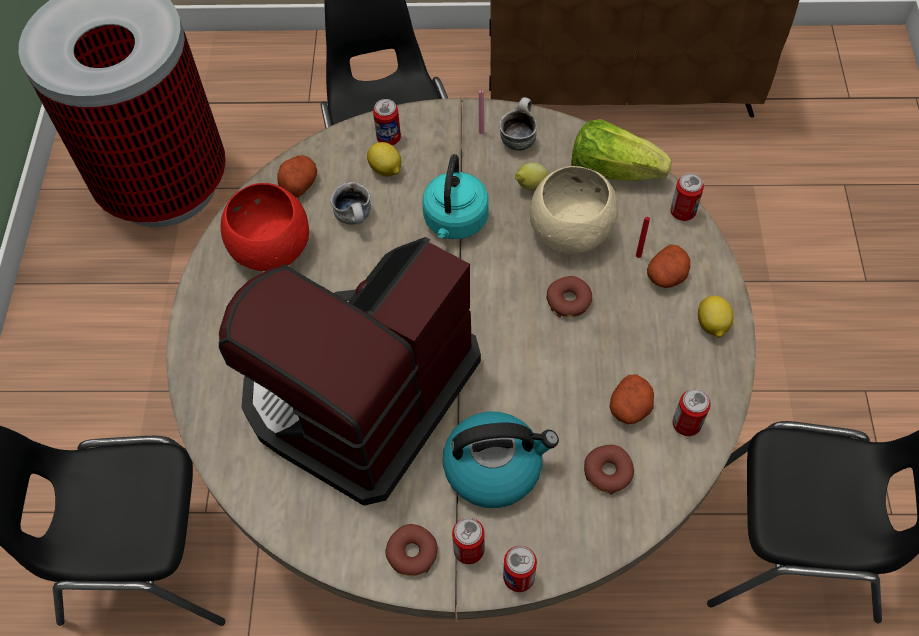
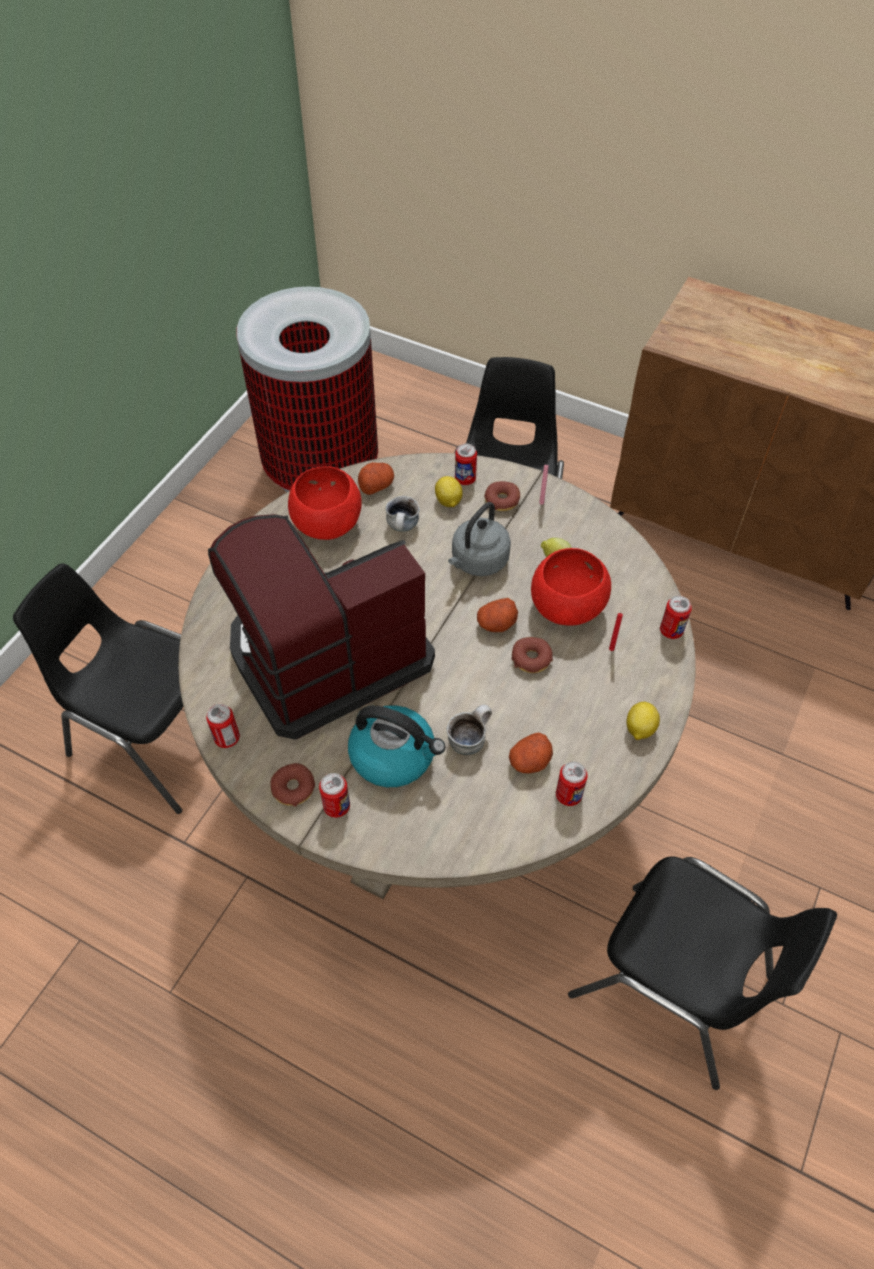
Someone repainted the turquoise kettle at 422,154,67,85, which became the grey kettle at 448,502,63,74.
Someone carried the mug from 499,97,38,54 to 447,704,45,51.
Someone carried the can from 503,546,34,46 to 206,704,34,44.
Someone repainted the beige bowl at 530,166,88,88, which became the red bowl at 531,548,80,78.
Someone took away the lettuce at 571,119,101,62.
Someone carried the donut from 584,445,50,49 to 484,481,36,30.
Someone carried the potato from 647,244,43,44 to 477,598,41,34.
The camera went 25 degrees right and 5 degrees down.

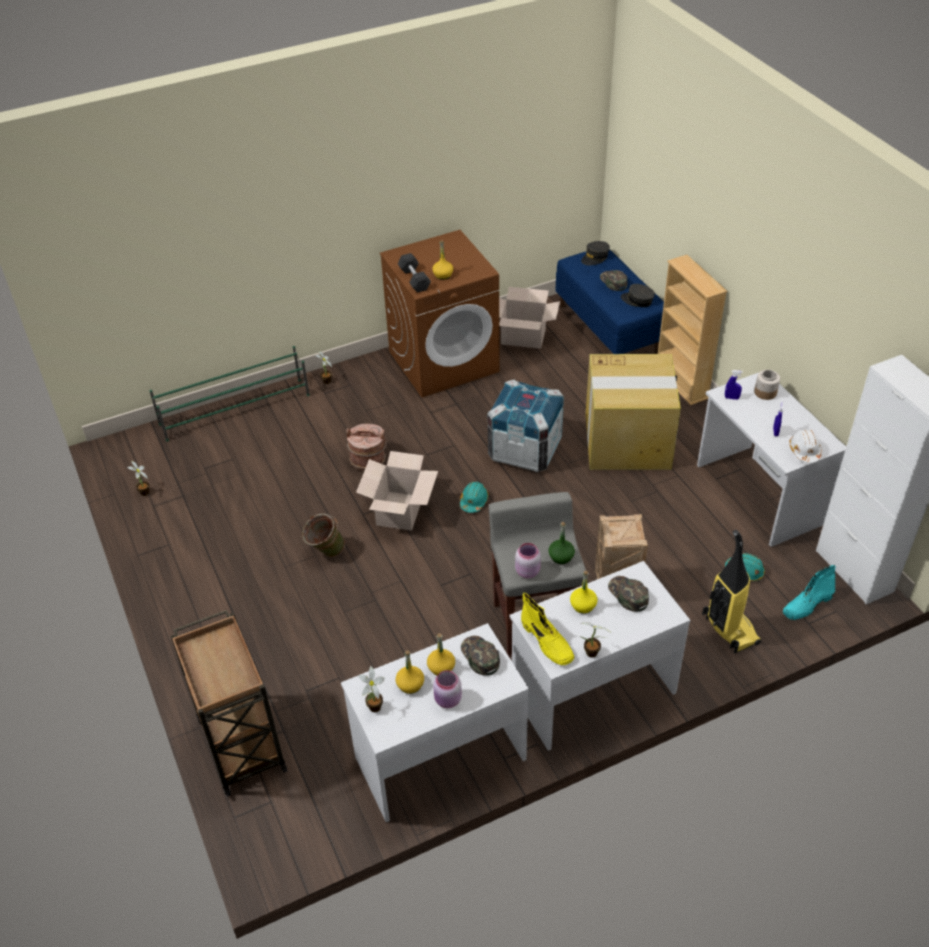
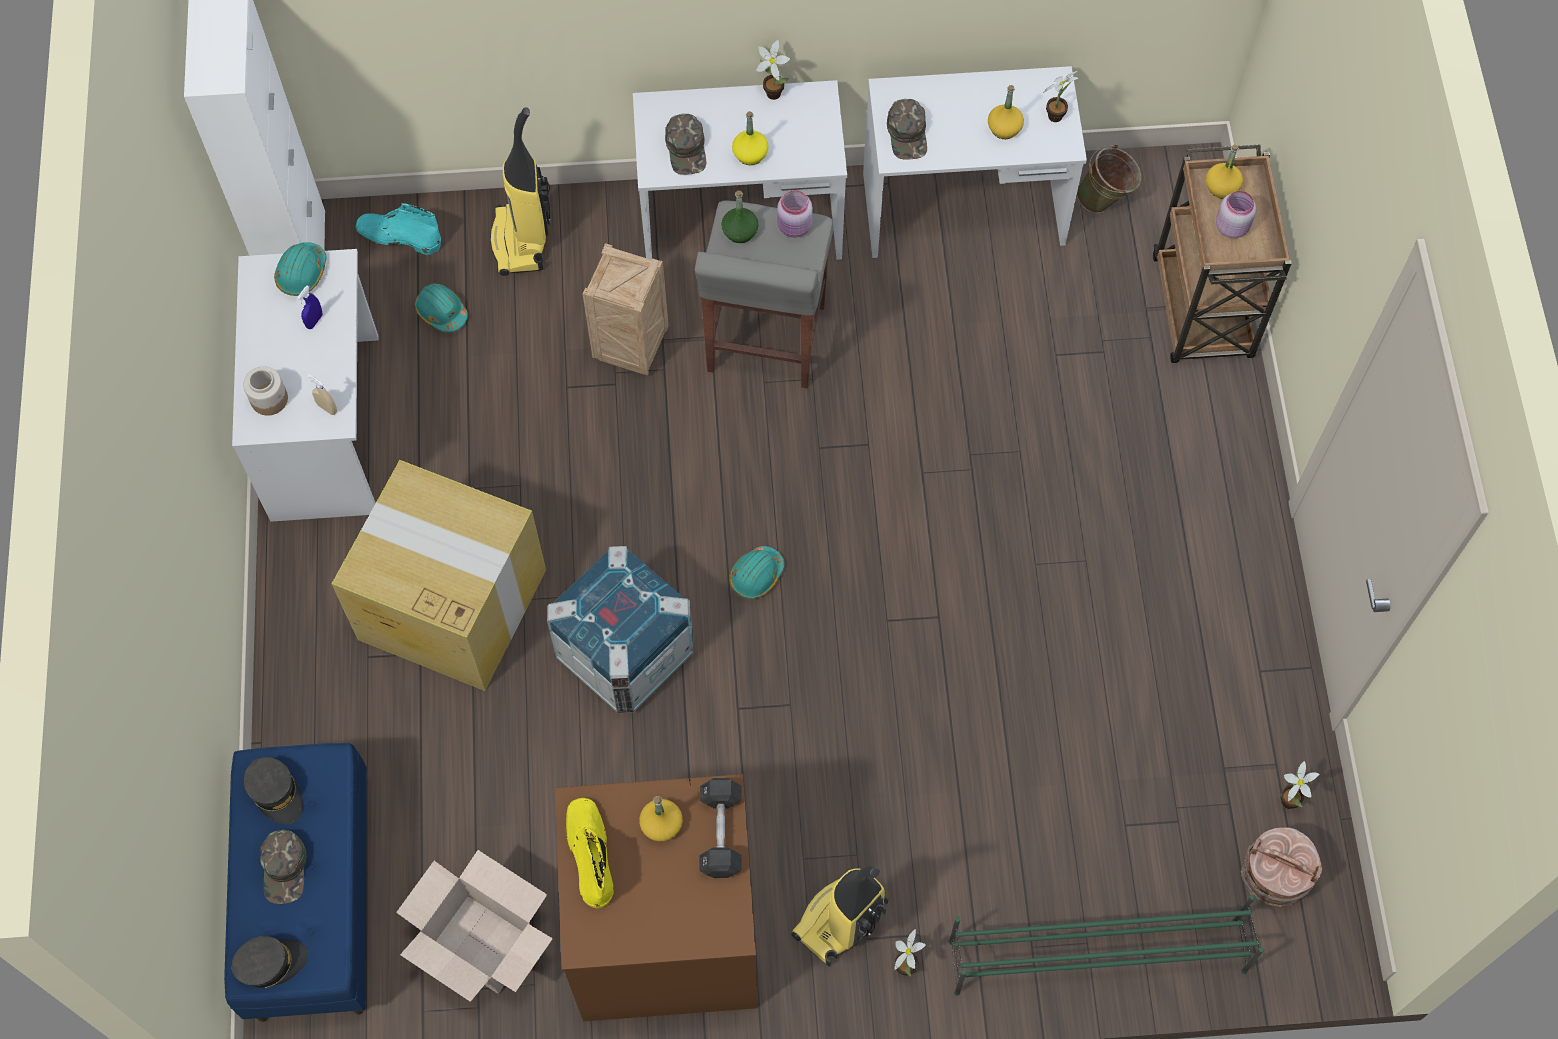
Someone carried the green bucket from 302,514,43,43 to 1077,144,64,69.
Someone carried the brown bucket from 346,424,41,47 to 1241,827,81,80.
Someone took away the cardboard box at 356,451,82,80.
Someone carried the yellow bottle from 427,633,28,43 to 1206,145,37,54.
Someone carried the pink jar from 433,670,29,38 to 1216,191,40,47.
Someone carried the yellow boot from 521,593,53,73 to 565,798,49,111.
Someone took away the beige bookcase at 658,255,69,150.
Someone repainted the blue spray bottle at 725,370,18,30, which became the beige spray bottle at 308,374,29,41.
Someone rotated the turquoise boot at 783,565,52,55 by 150 degrees counterclockwise.
Someone repainted the white hard hat at 789,429,32,34, which became the turquoise hard hat at 274,242,53,54.
Someone put down the vacuum cleaner at 791,866,97,101.
The camera went 160 degrees left and 20 degrees up.

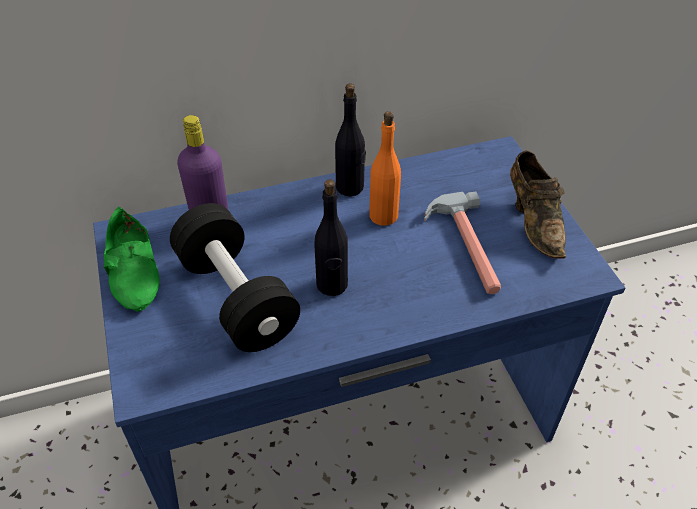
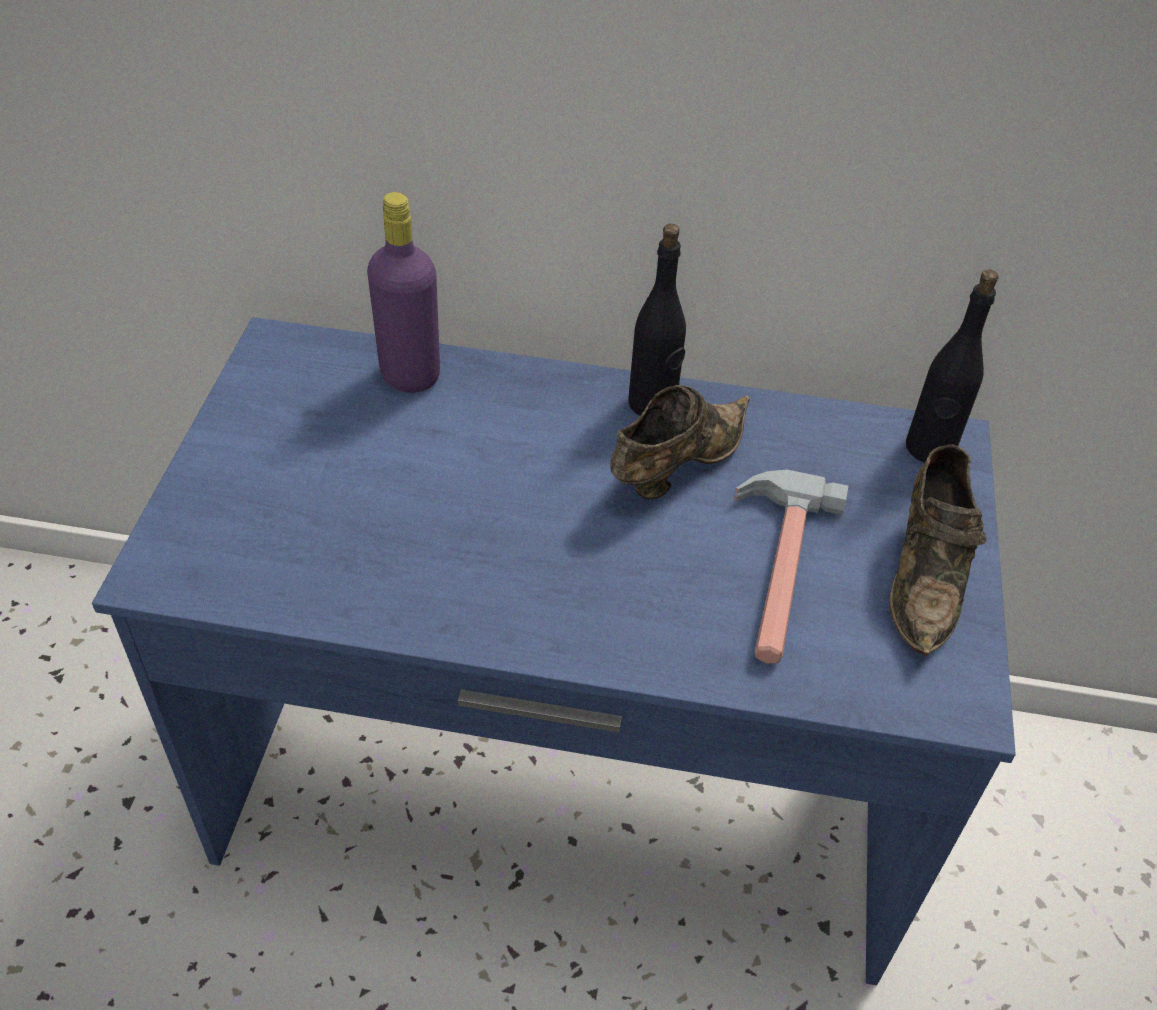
Someone took away the green shoe at 104,207,56,105.
Someone took away the black dumbbell at 170,203,130,149.
Someone carried the black bottle from 314,179,34,117 to 906,269,93,194.
Someone swapped the orange bottle at 369,111,32,115 for the brown shoe at 610,385,140,114.
The camera went 25 degrees right and 0 degrees up.

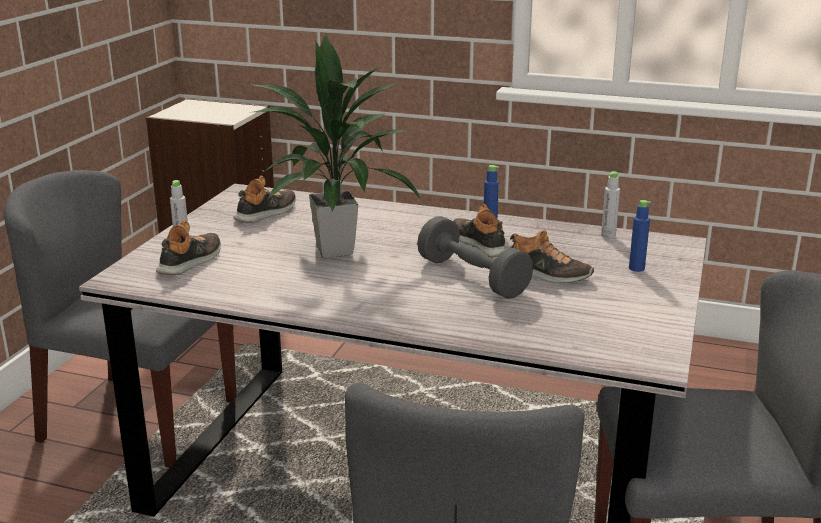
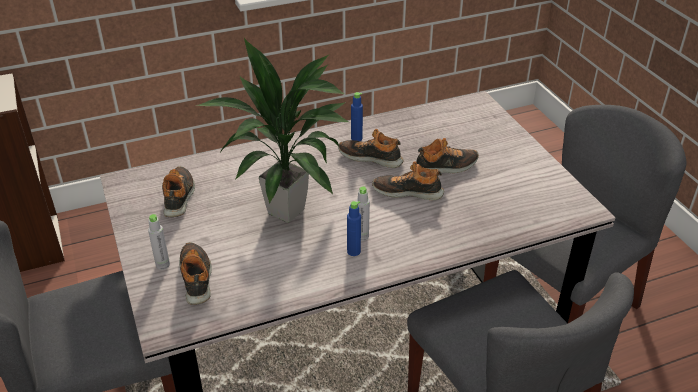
Someone swapped the grey dumbbell at 417,216,116,83 for the shoe at 372,161,72,39.
Someone carried the grey bottle from 601,171,19,67 to 356,187,14,54.
Someone carried the blue bottle from 629,200,22,72 to 347,201,14,55.
The camera went 40 degrees left and 15 degrees up.

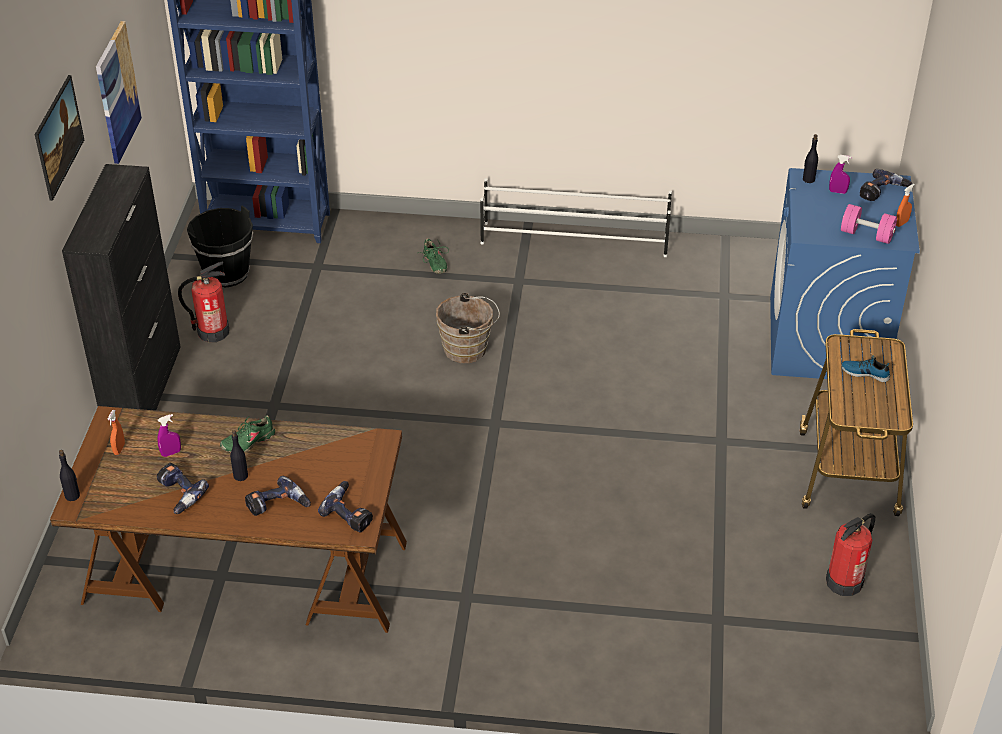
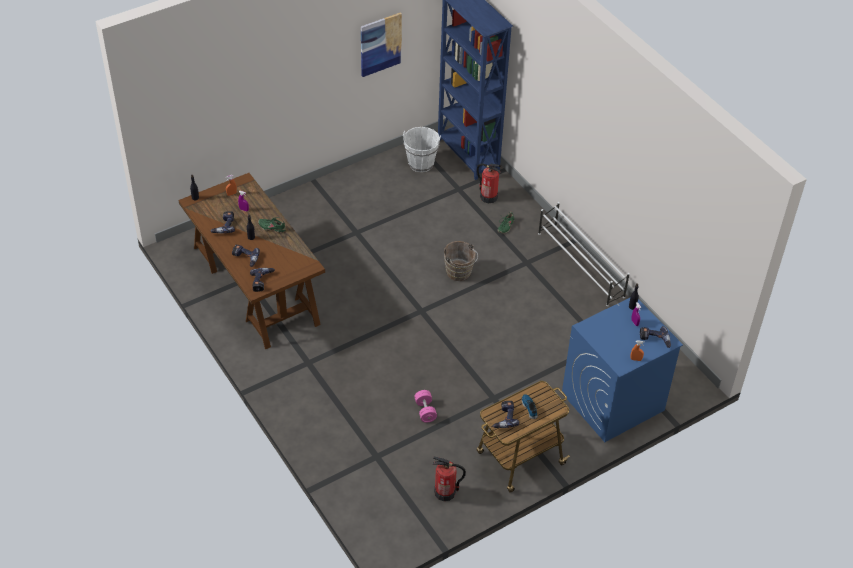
Someone took away the picture at 35,75,49,126.
Someone took away the black cabinet at 62,164,119,247.
Someone carried the fire extinguisher from 178,261,51,81 to 477,164,24,39.
Someone repainted the black bucket at 187,205,66,82, which became the white bucket at 403,127,38,45.
Someone carried the pink dumbbell from 841,204,56,40 to 415,390,22,33.
Someone put down the power drill at 492,401,27,27.
The camera went 50 degrees right and 5 degrees up.

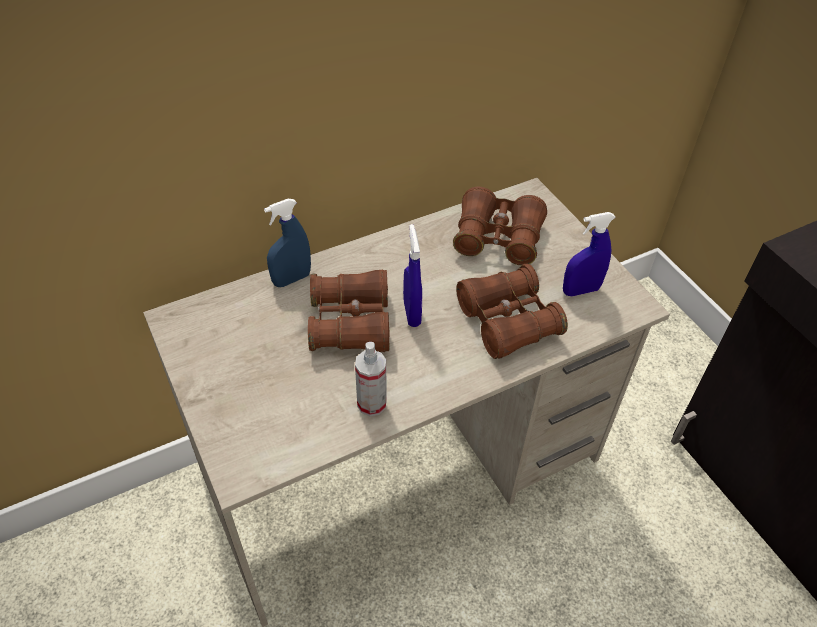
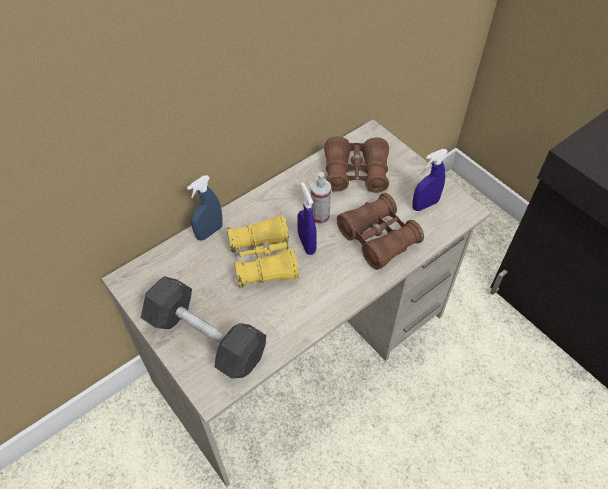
Someone repainted the brown binoculars at 308,270,82,82, which became the yellow binoculars at 227,215,72,73.
Someone carried the spray bottle from 355,342,32,74 to 311,172,20,53.
Someone put down the grey dumbbell at 141,276,125,103.
The camera went 10 degrees left and 5 degrees up.

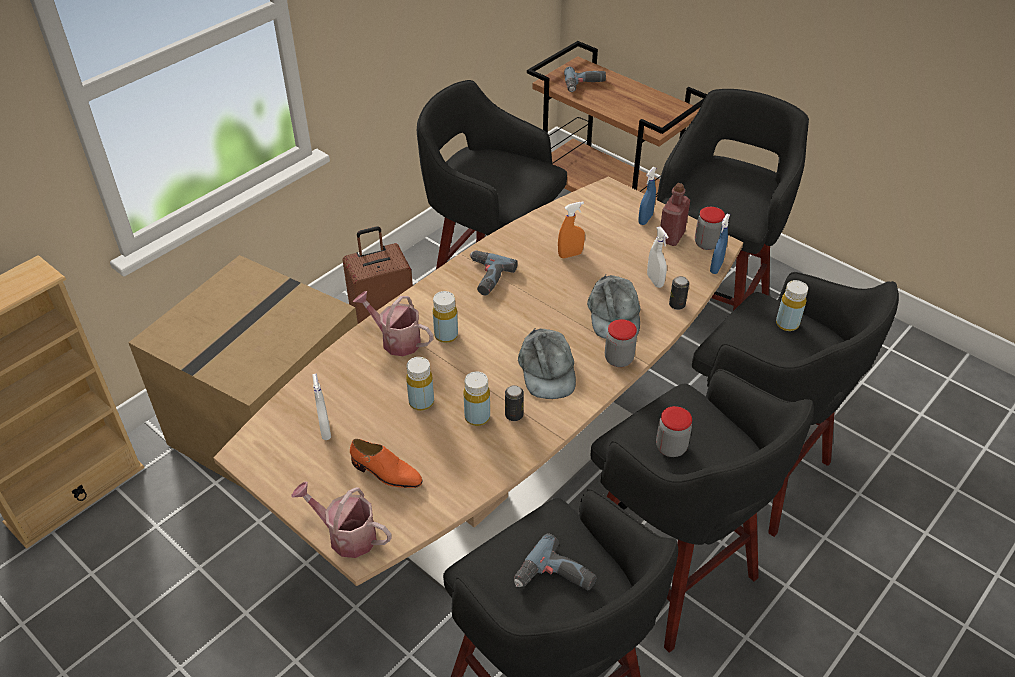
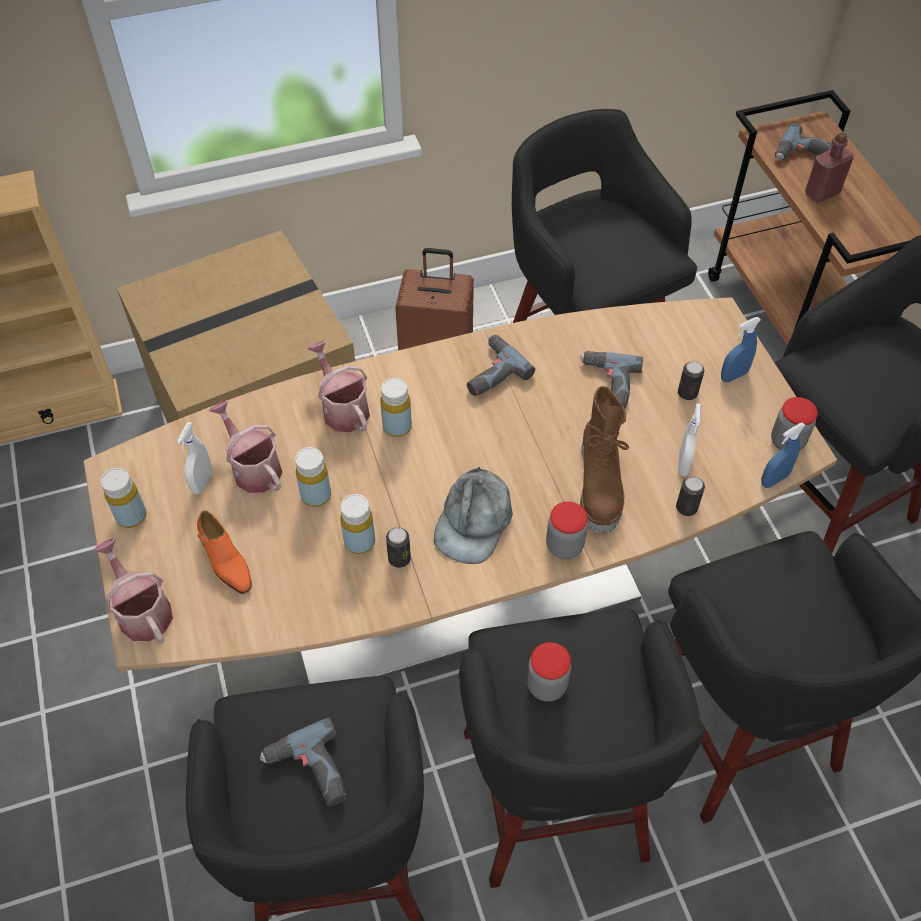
Someone swapped the orange spray bottle at 558,202,27,56 for the power drill at 580,351,63,58.
Someone swapped the grey cap at 587,275,53,64 for the brown boot at 580,386,49,148.
Someone carried the red bottle from 660,183,30,63 to 805,132,49,71.
Someone carried the yellow bottle from 776,280,32,51 to 101,468,46,60.
Someone put down the watering can at 209,400,74,93.
Someone put down the can at 678,361,26,39.
The camera went 30 degrees right and 10 degrees up.

